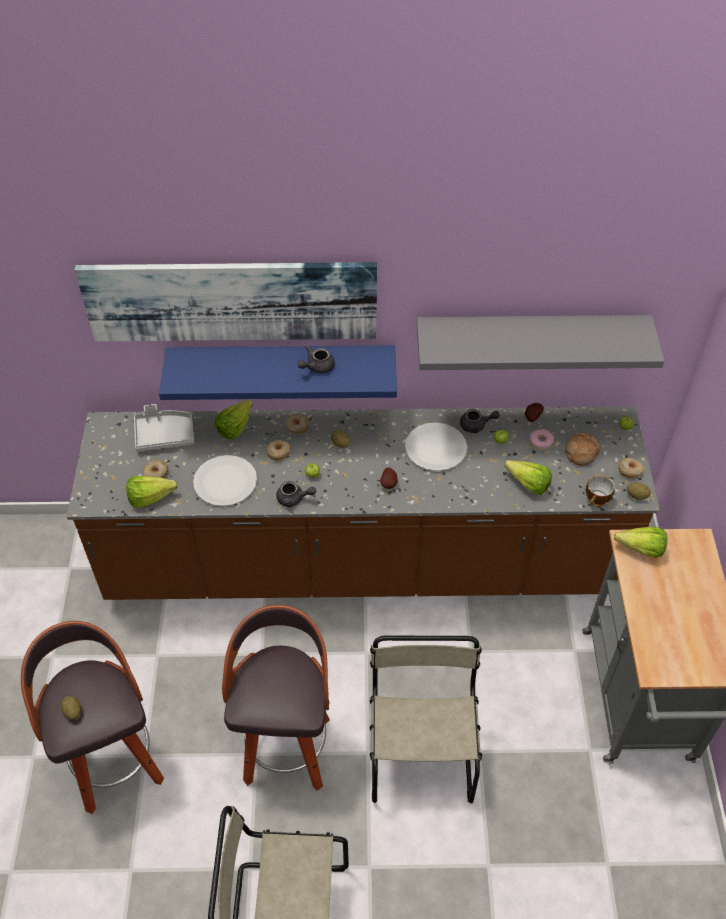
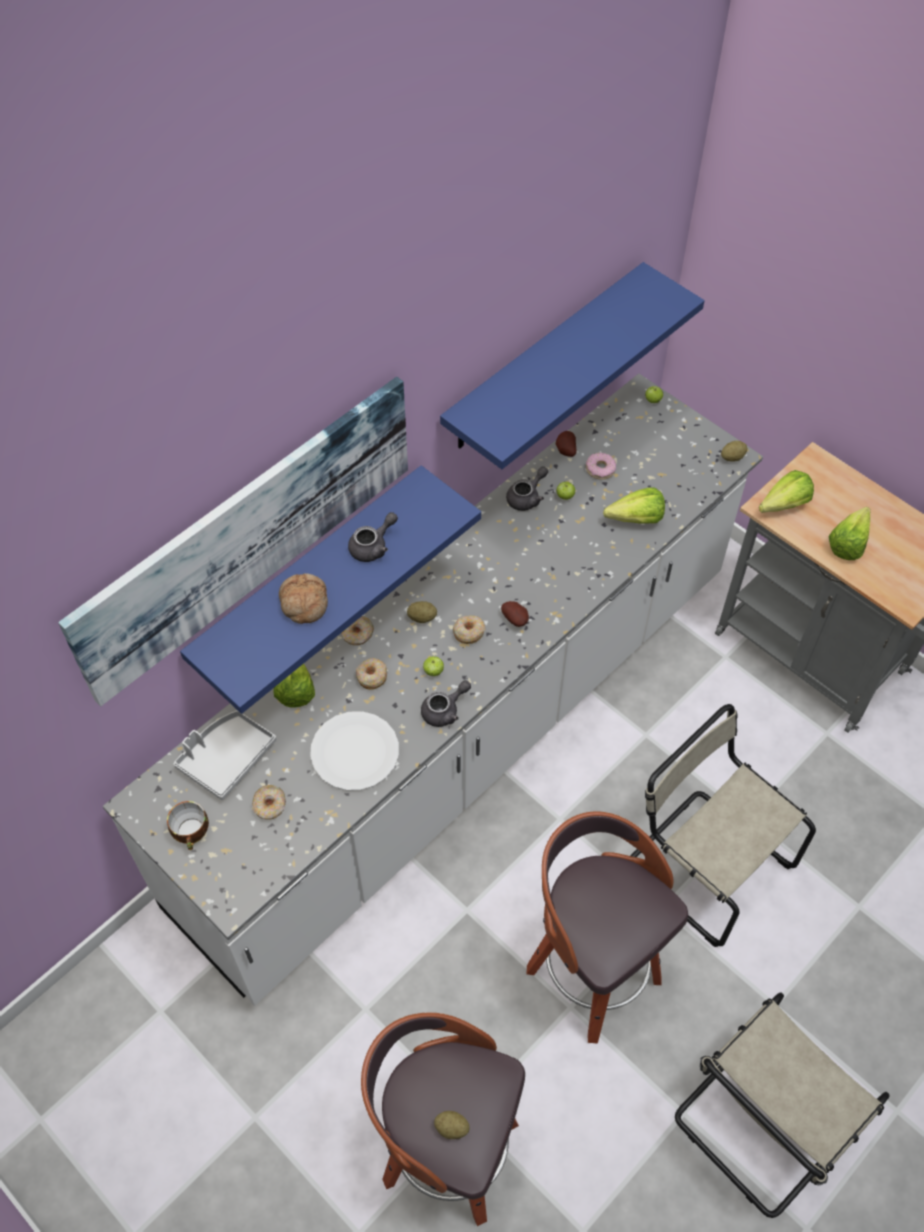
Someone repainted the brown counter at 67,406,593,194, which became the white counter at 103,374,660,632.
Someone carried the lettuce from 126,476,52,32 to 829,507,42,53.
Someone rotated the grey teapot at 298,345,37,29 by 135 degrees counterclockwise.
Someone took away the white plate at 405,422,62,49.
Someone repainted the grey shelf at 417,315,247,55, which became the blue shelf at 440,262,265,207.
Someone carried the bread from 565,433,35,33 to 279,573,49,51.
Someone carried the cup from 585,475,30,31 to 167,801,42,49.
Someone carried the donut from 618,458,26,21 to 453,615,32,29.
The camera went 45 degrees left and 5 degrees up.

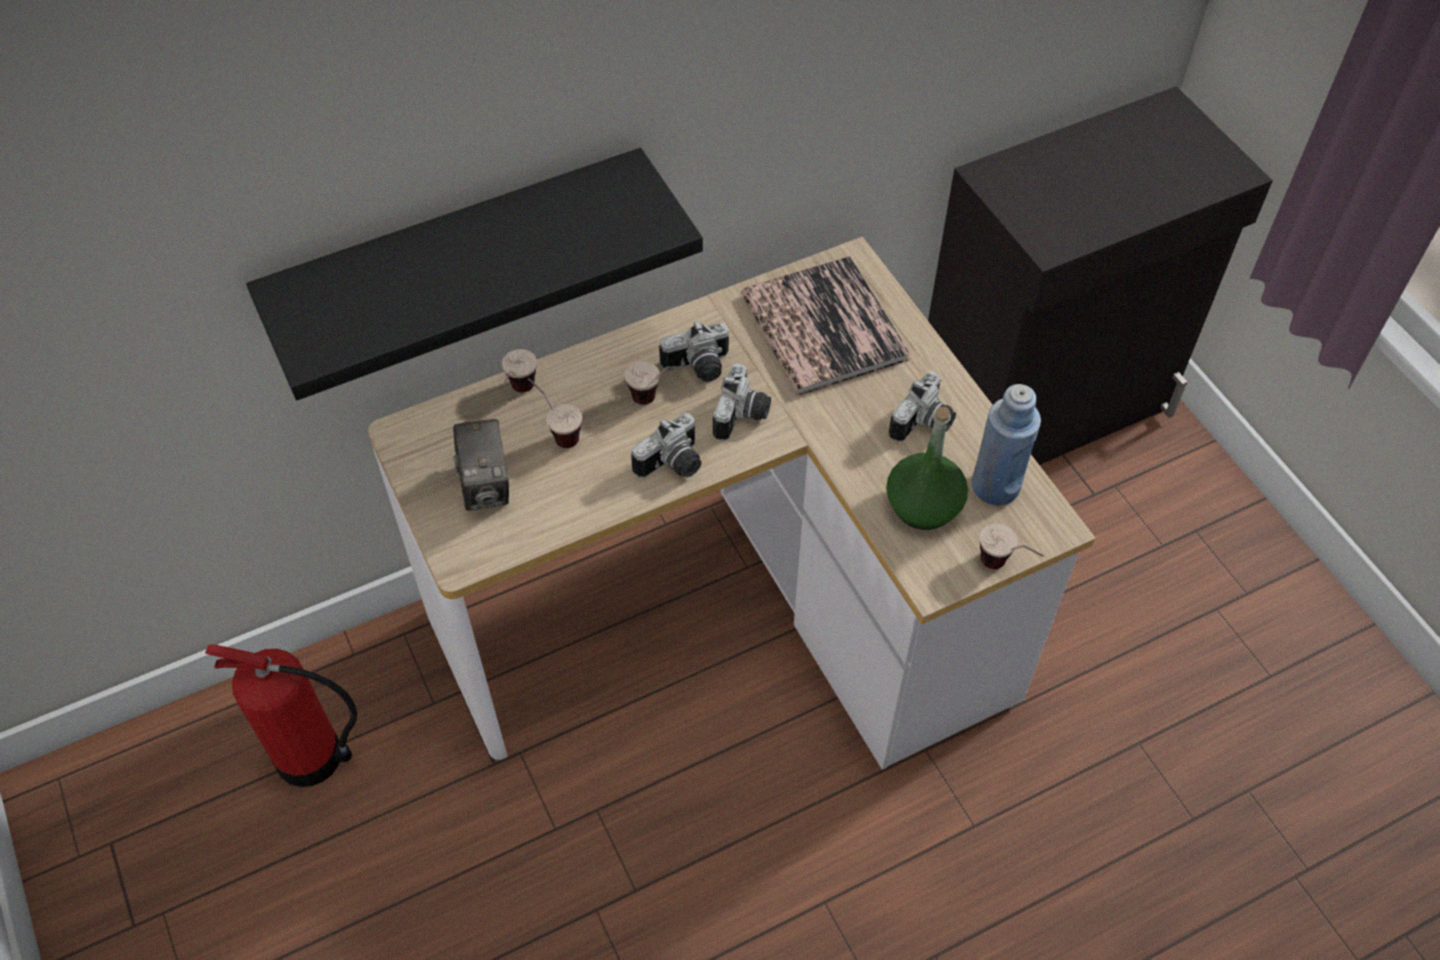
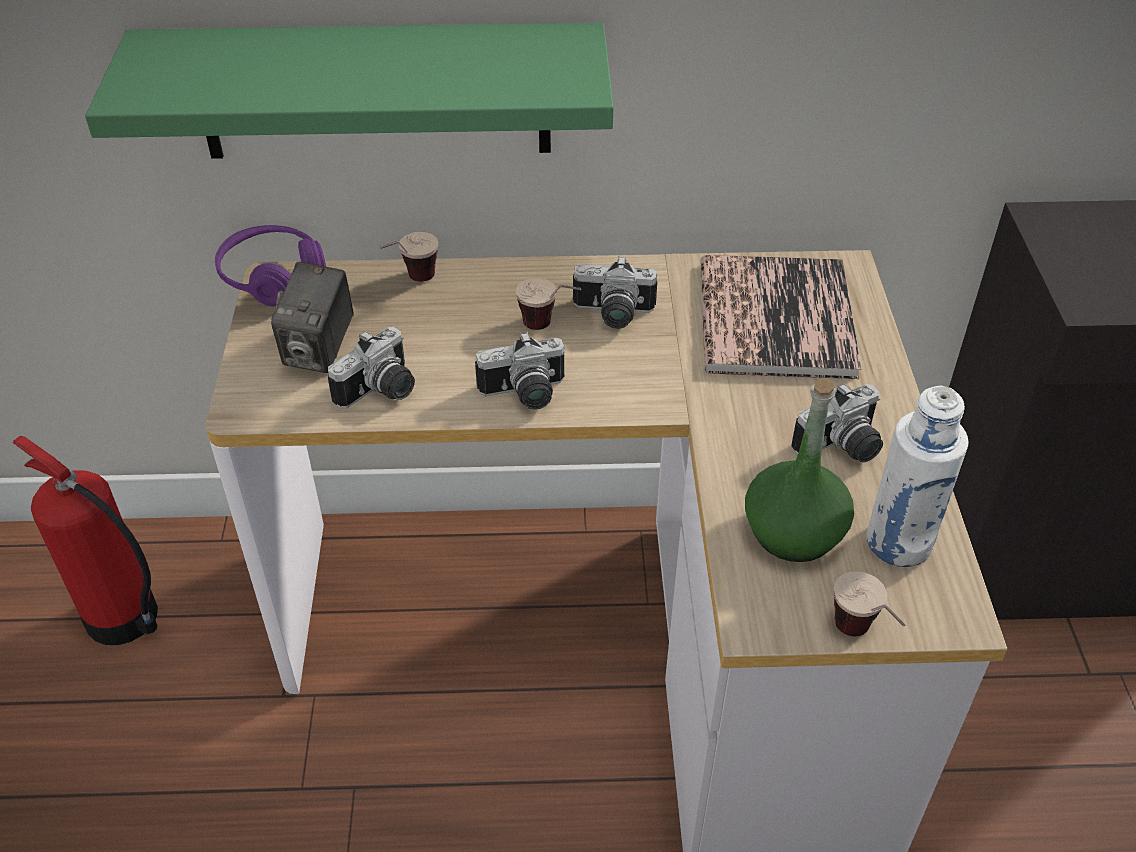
Someone repainted the black shelf at 246,148,457,252, which became the green shelf at 85,22,529,137.
Someone took away the cup at 528,378,54,70.
Someone carried the photo camera from 713,363,58,78 to 328,327,87,81.
Someone repainted the blue bottle at 972,384,69,122, which became the white bottle at 866,385,102,182.
Someone put down the purple headphones at 215,225,111,82.
The camera went 25 degrees right and 10 degrees down.

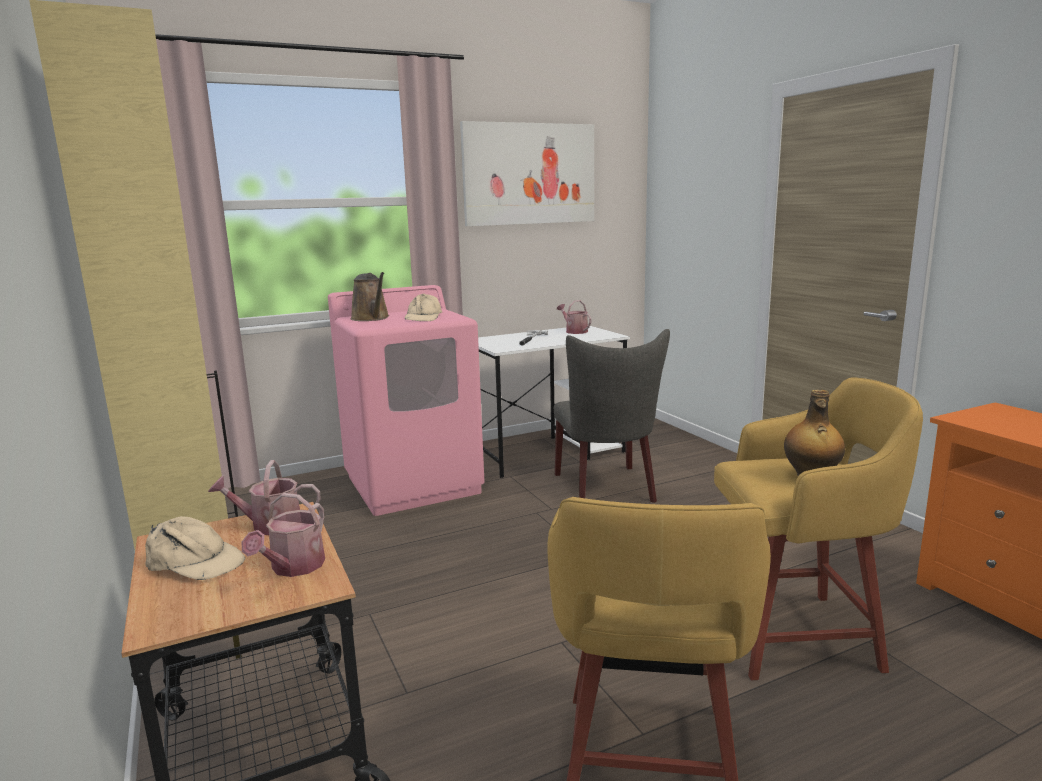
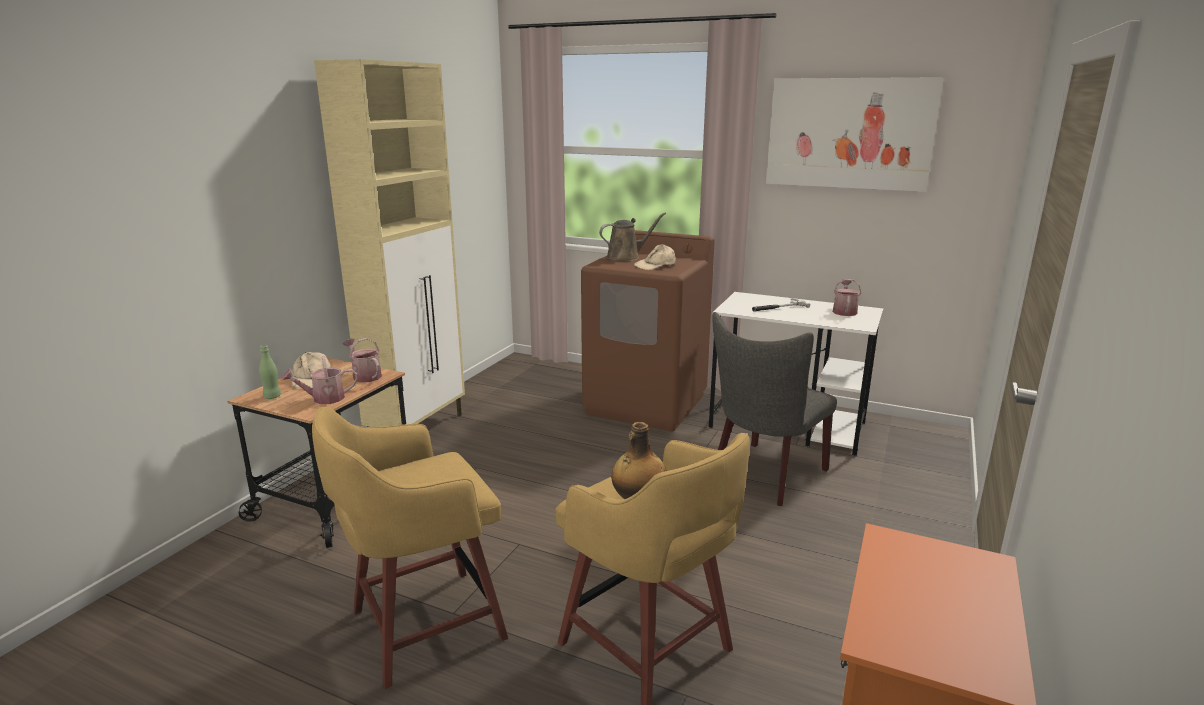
Someone repainted the pink washing machine at 328,285,157,231, which became the brown washing machine at 581,230,134,202.
Someone rotated the brown watering can at 351,272,38,49 by 135 degrees counterclockwise.
Someone put down the green bottle at 259,345,22,54.
The camera went 50 degrees right and 5 degrees up.

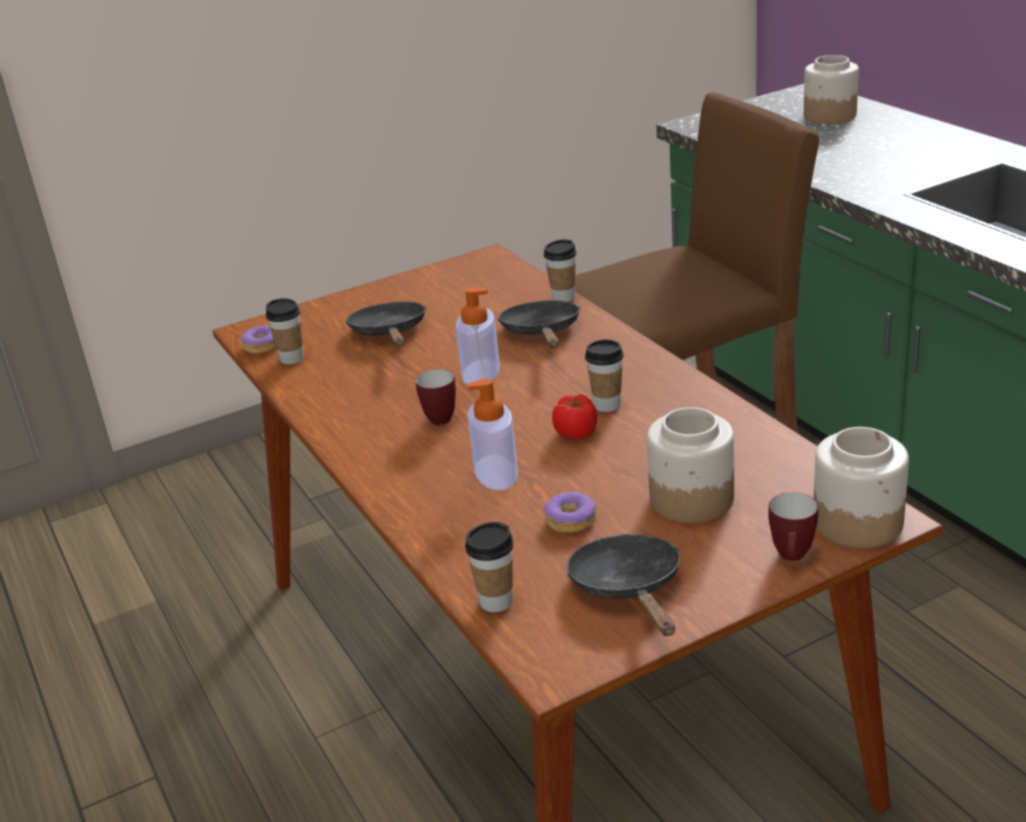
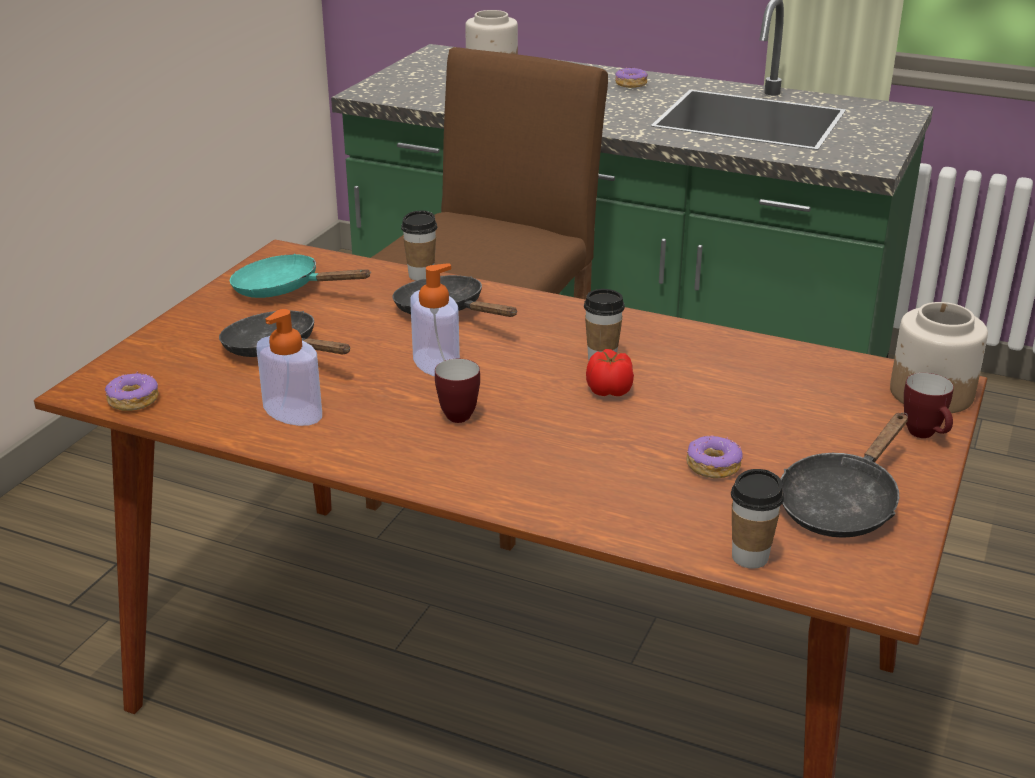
Someone took away the cup at 266,298,38,66.
Someone carried the soap dispenser from 467,378,51,112 to 256,309,66,117.
Someone rotated the black frying pan at 567,534,113,102 by 90 degrees counterclockwise.
Someone took away the jar at 647,407,87,116.
Someone put down the turquoise frying pan at 230,254,141,44.
Someone put down the donut at 615,67,33,21.
The camera went 40 degrees left and 0 degrees up.

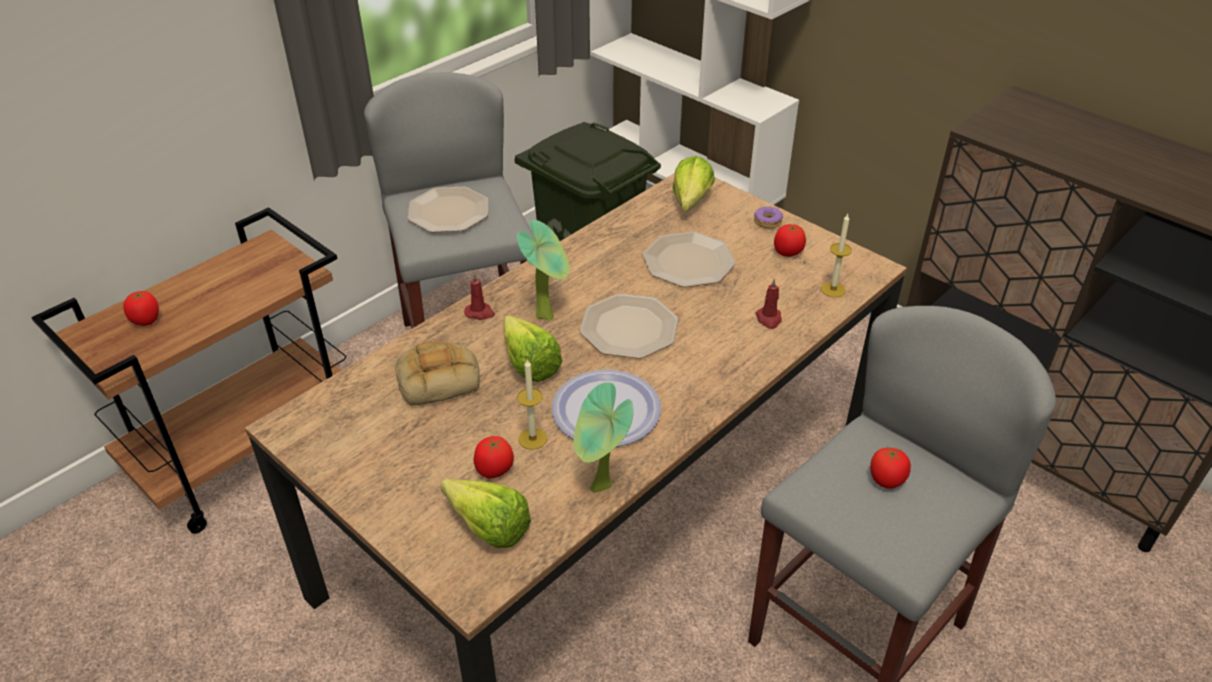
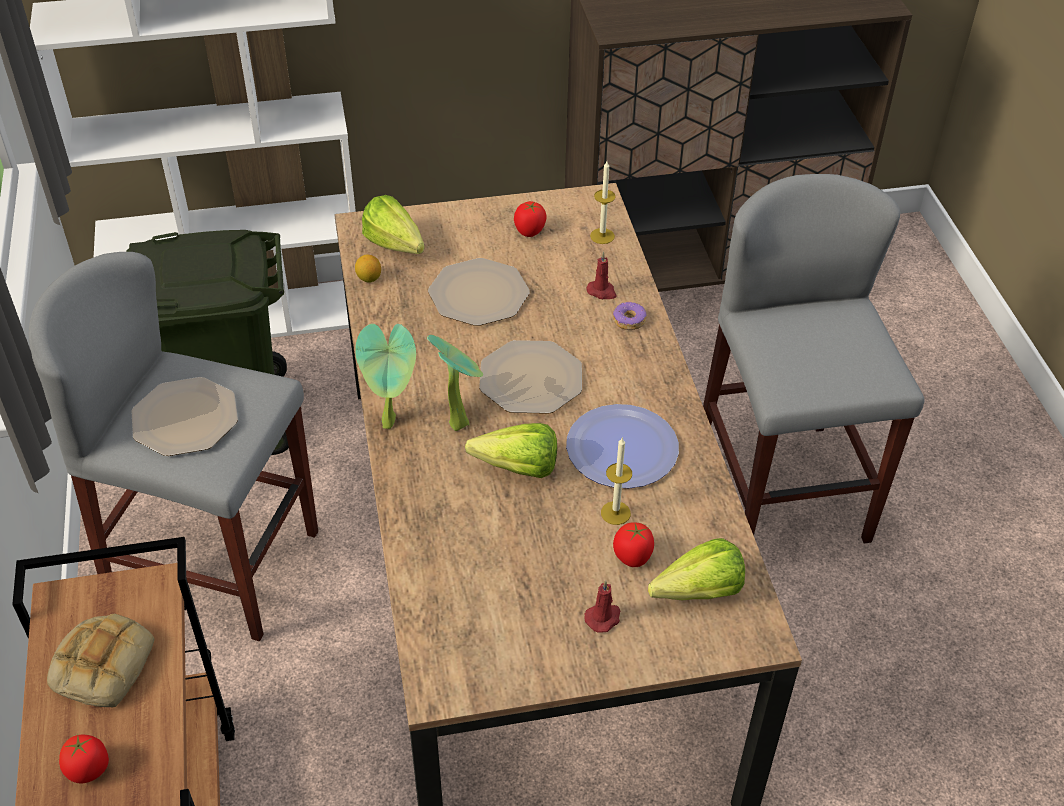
Someone carried the bread from 395,341,85,65 to 47,614,108,93.
Someone carried the red candle from 464,273,31,47 to 584,580,37,53.
Someone carried the potted plant from 573,382,61,111 to 355,324,61,105.
Someone carried the donut from 754,206,29,22 to 613,301,34,29.
Someone took away the tomato at 870,446,41,43.
Someone put down the lemon at 355,254,26,29.
The camera went 55 degrees left and 5 degrees up.

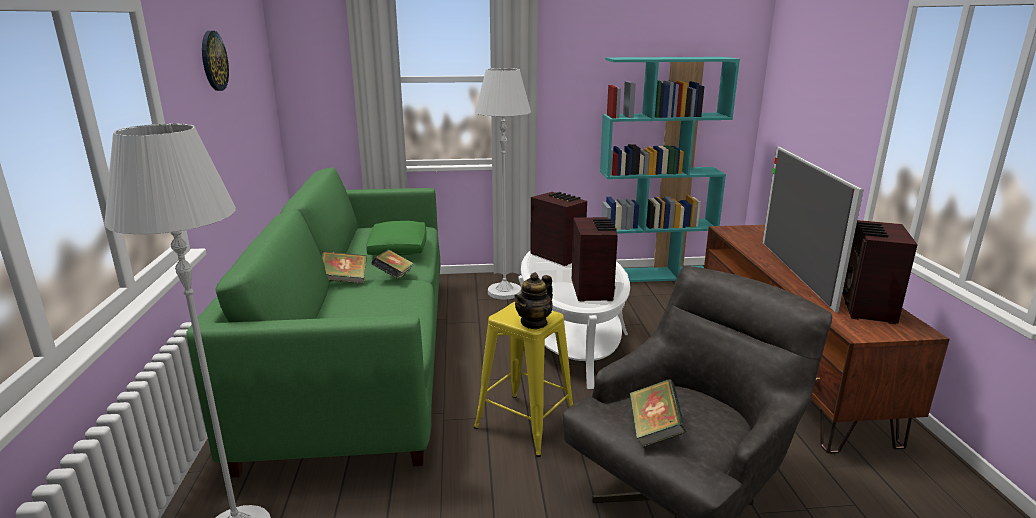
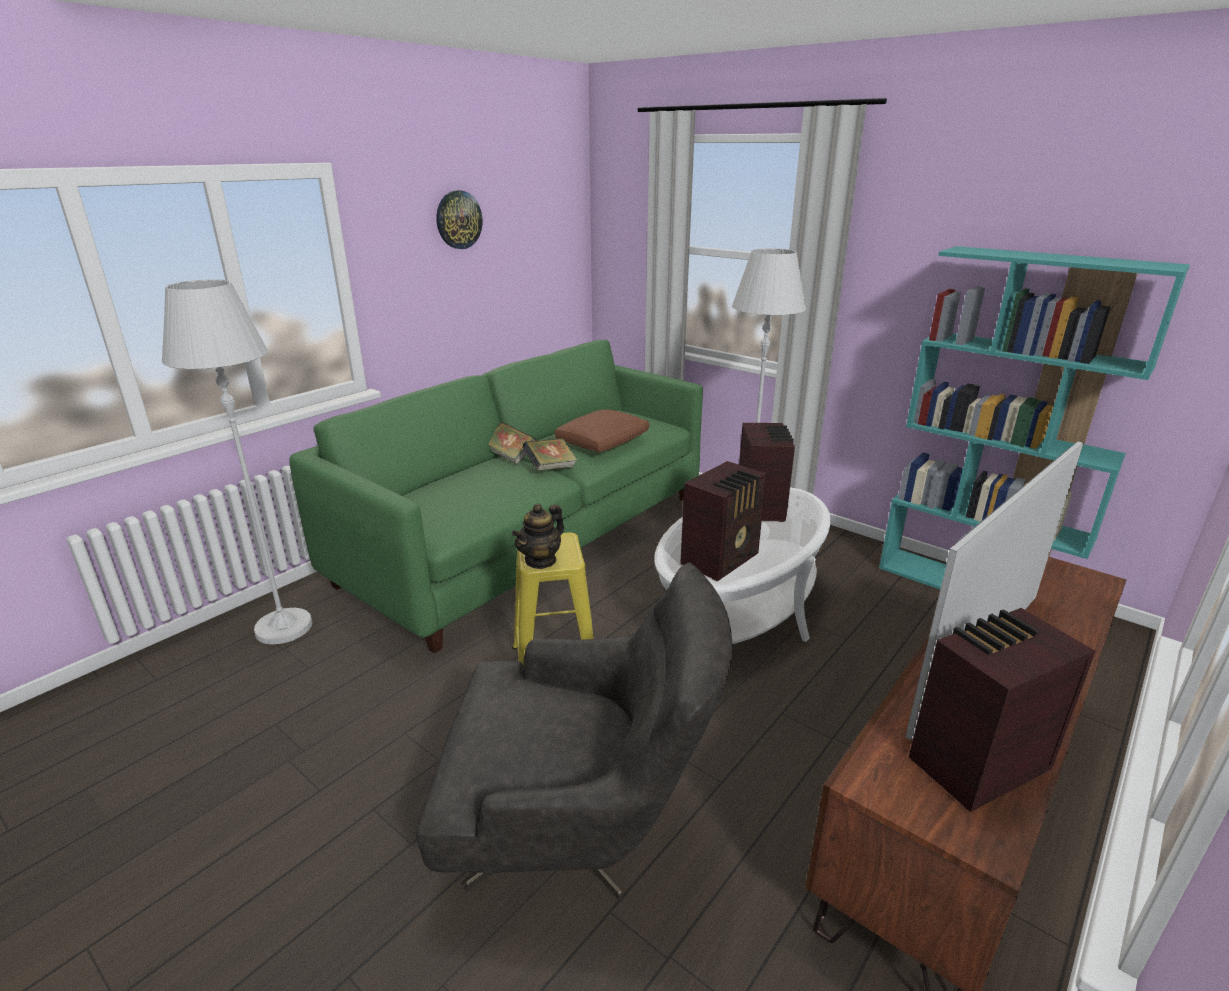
Someone repainted the green pillow at 366,221,61,35, which became the brown pillow at 555,409,94,43.
Someone rotated the teapot at 514,272,39,57 by 45 degrees counterclockwise.
Someone took away the book at 629,379,57,68.
The camera went 45 degrees right and 5 degrees up.

